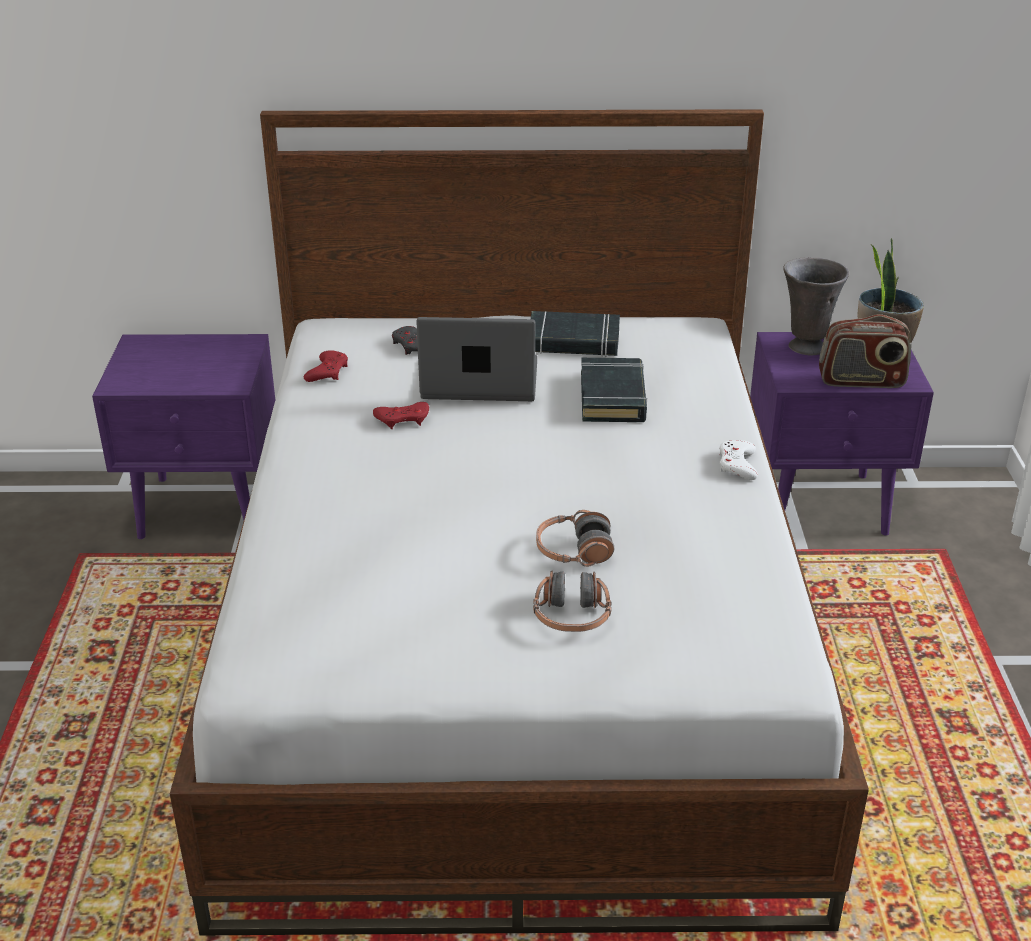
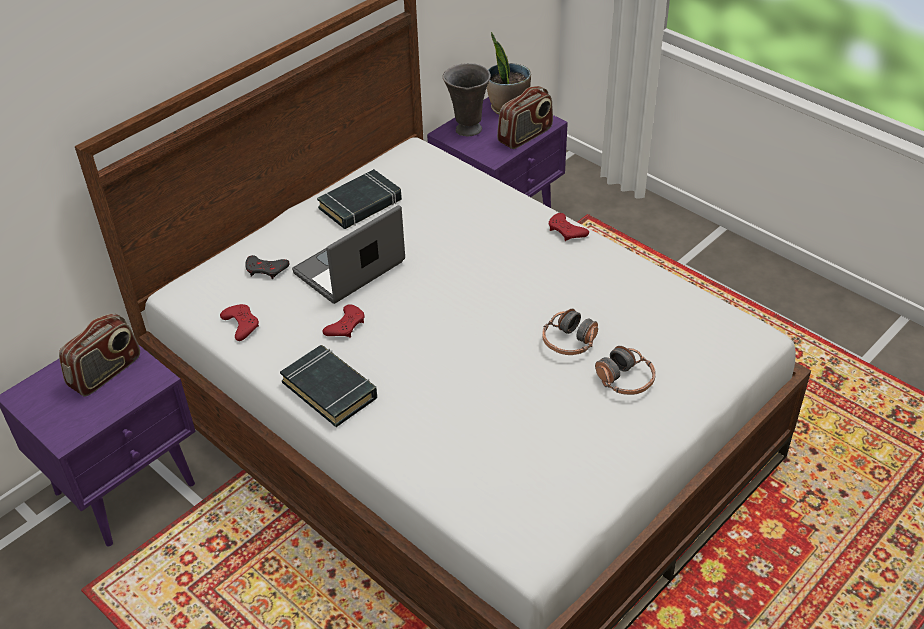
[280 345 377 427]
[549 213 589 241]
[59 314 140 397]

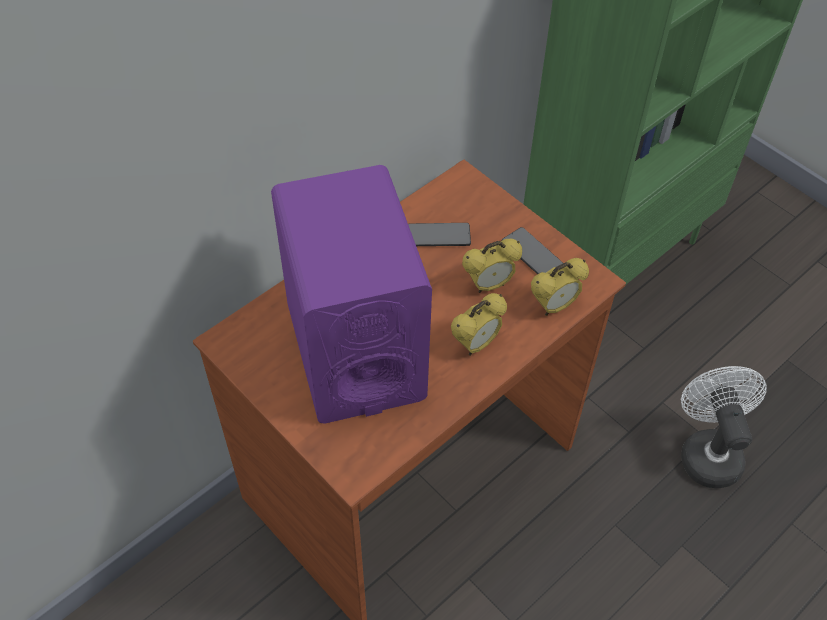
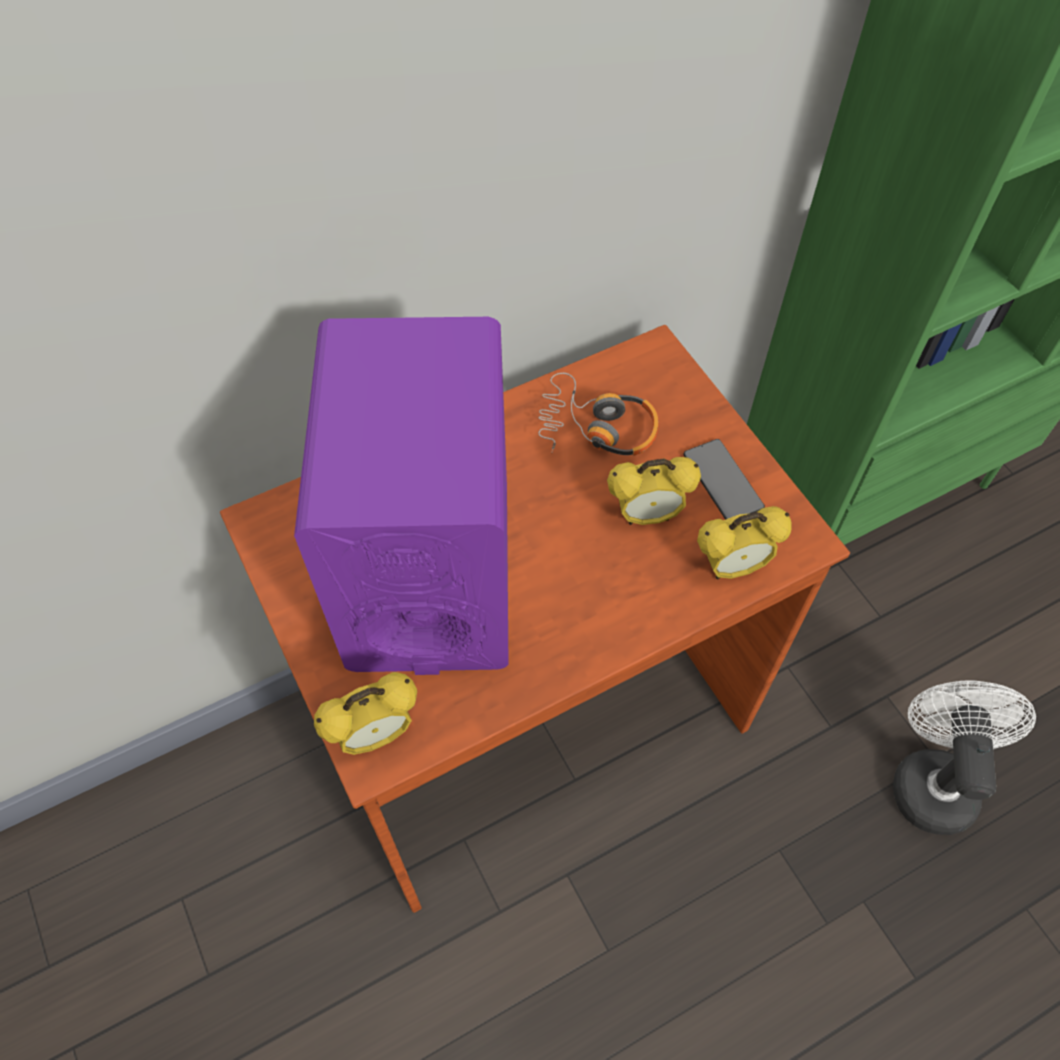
[538 373 659 456]
[314 672 417 755]

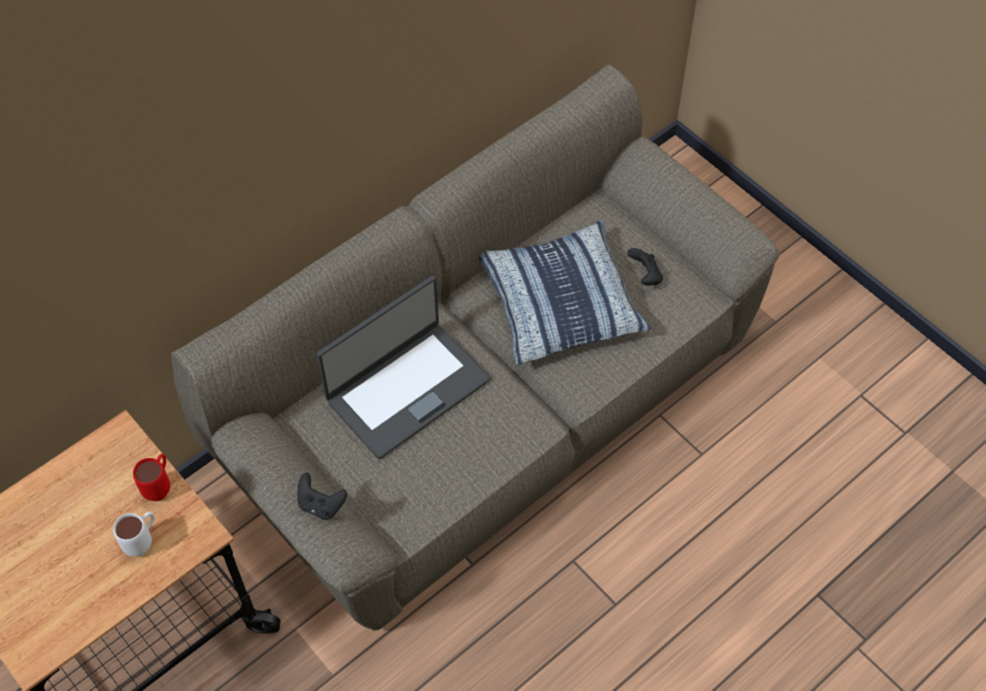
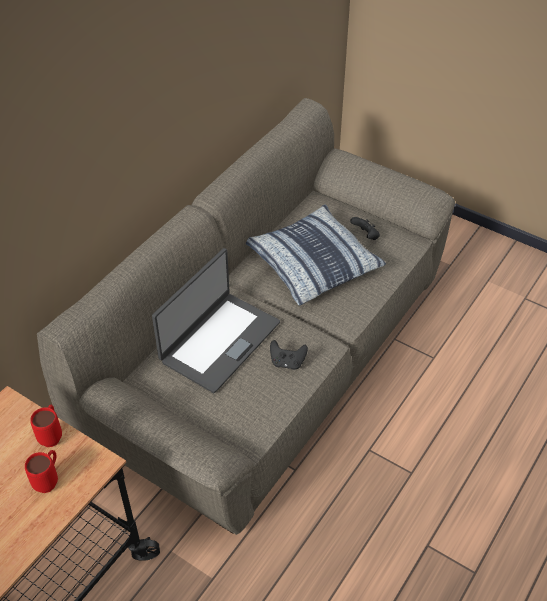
[270 340 308 370]
[25 450 58 493]

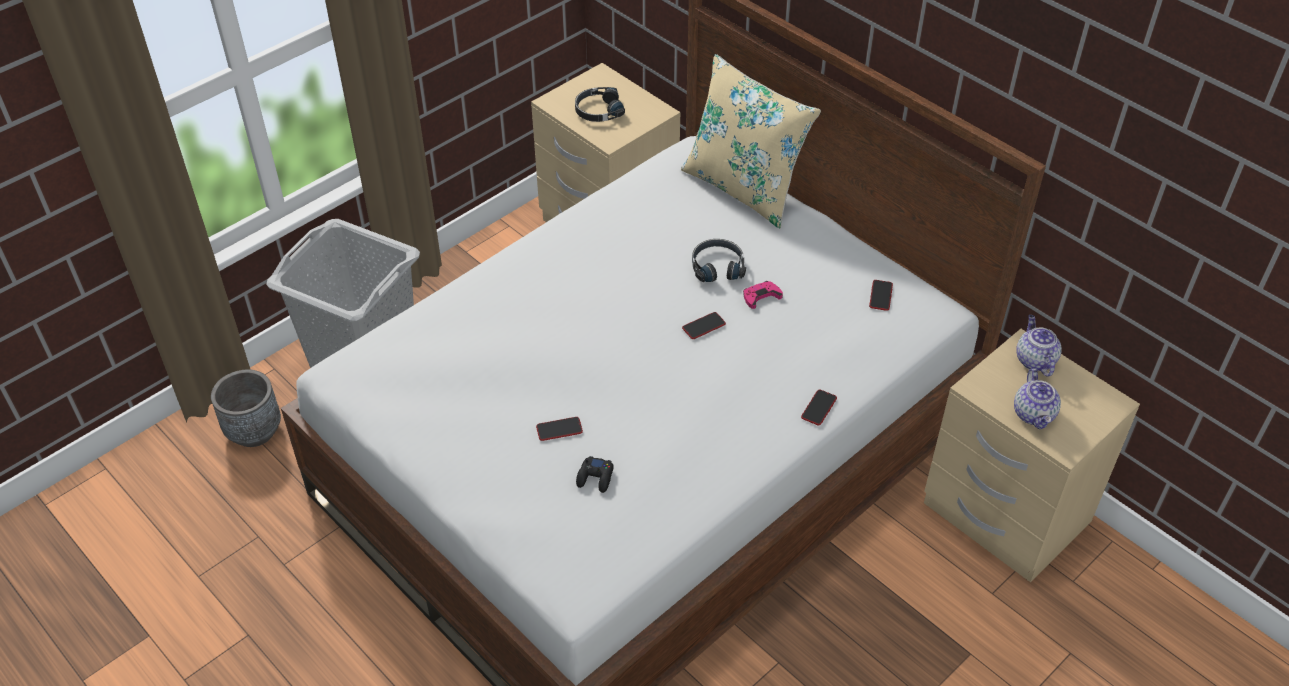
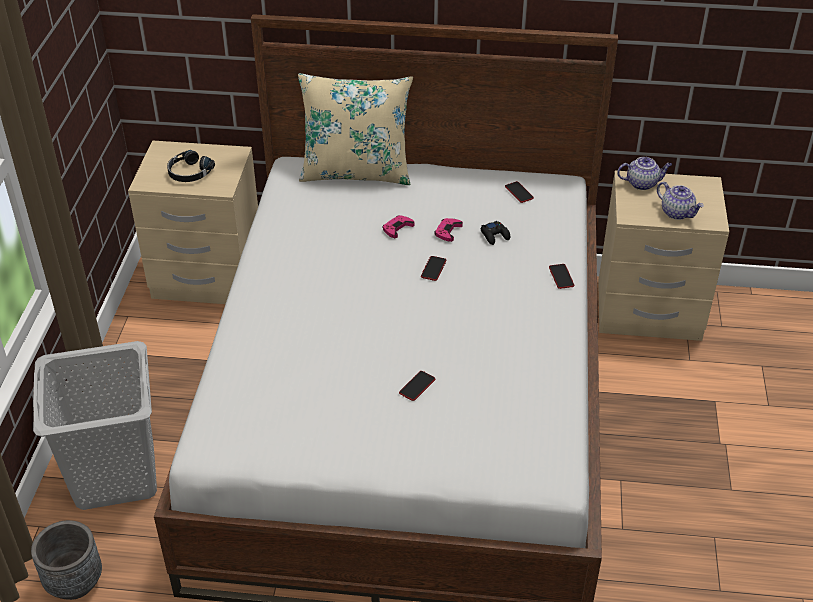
[382 215 415 238]
[617 157 672 190]
[481 221 510 245]

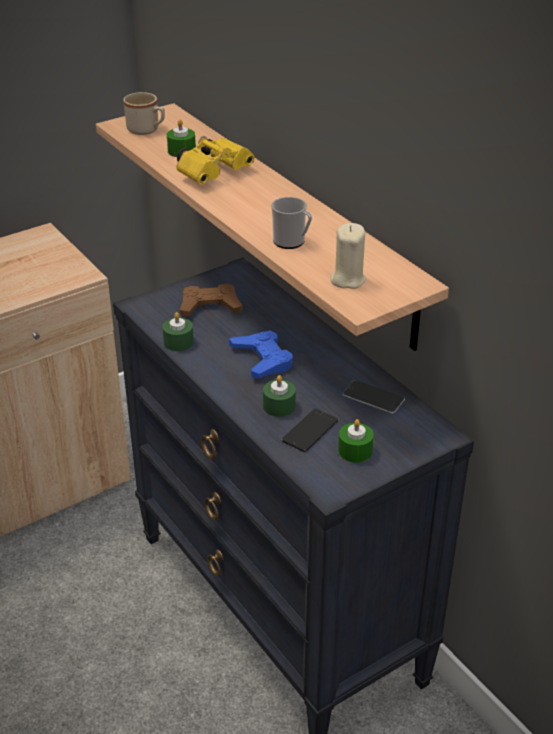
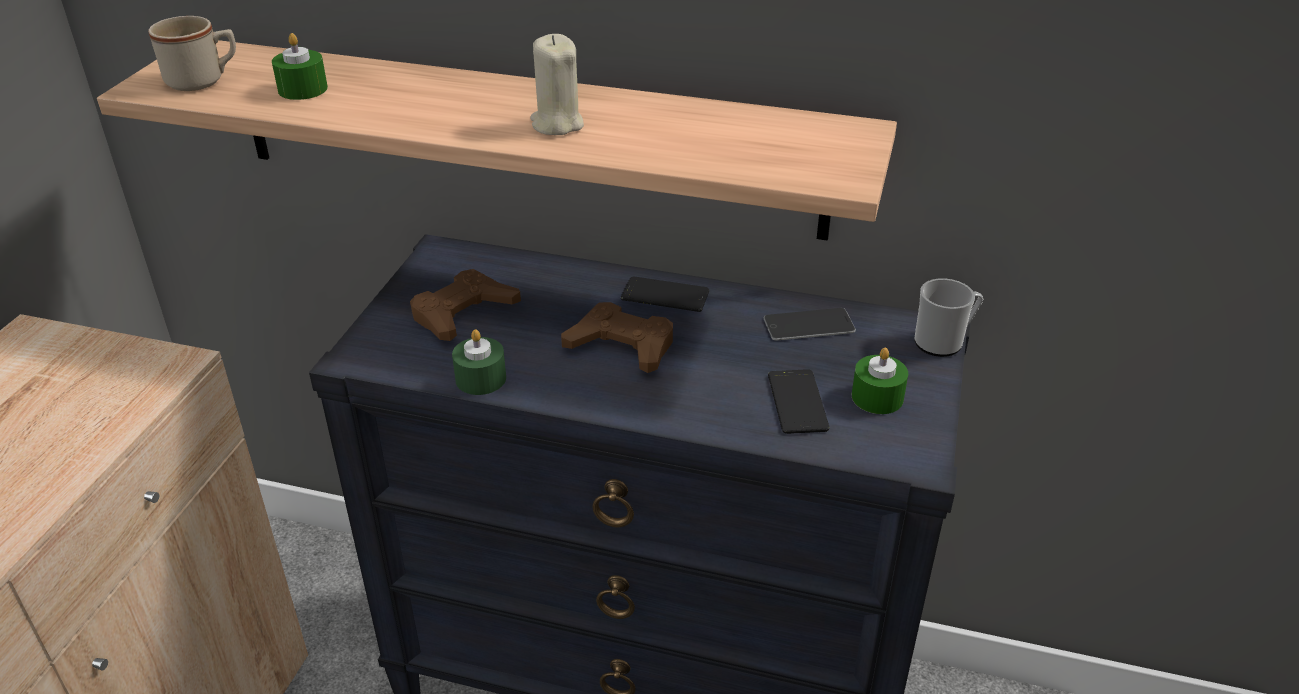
[176 136 254 185] (first image)
[914 278 983 357]
[530 34 584 135]
[561 302 673 373]
[263 375 296 417] (first image)
[621 277 709 312]

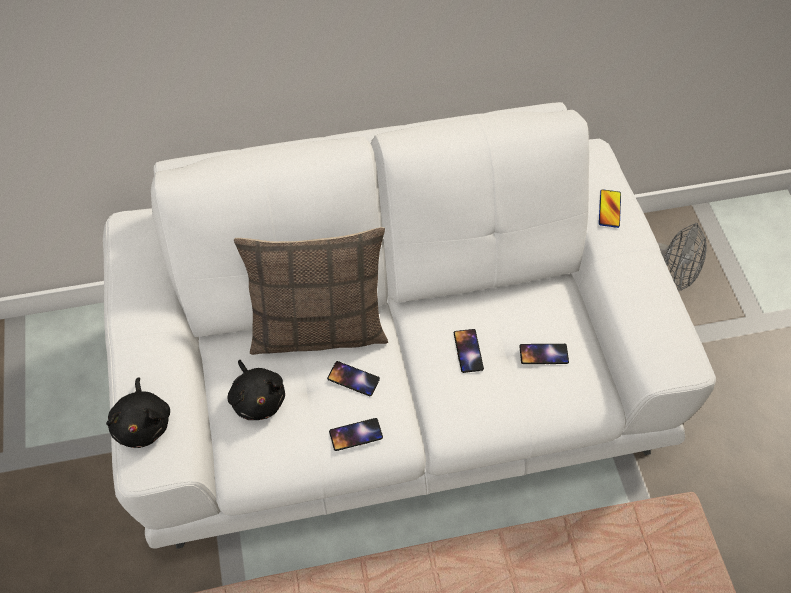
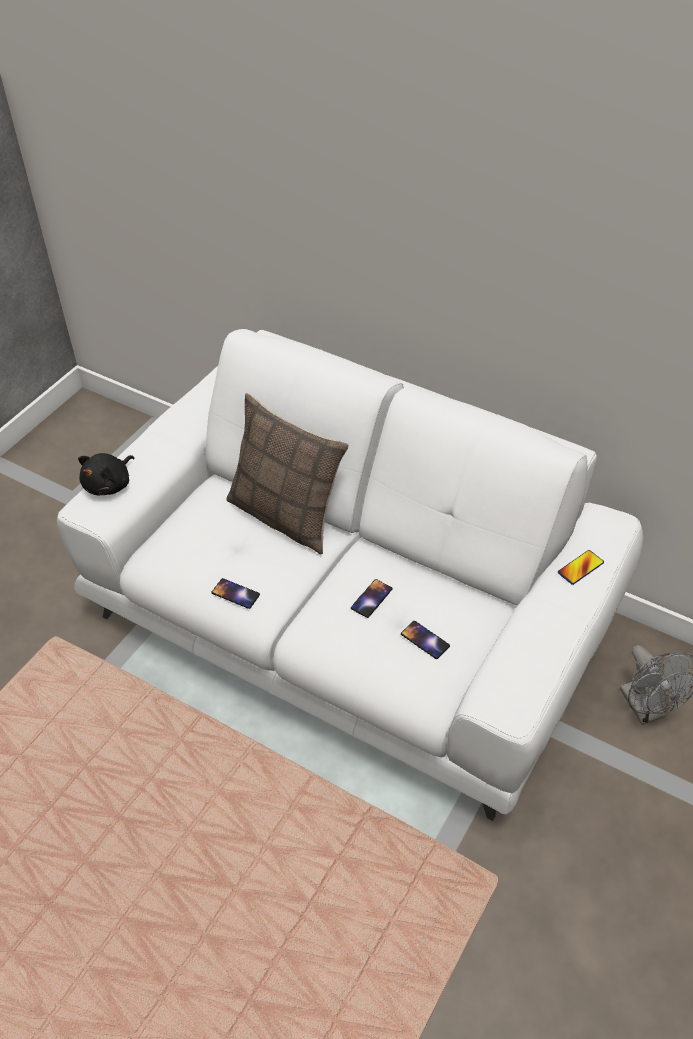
[228 360 285 420] (first image)
[327 361 380 396] (first image)

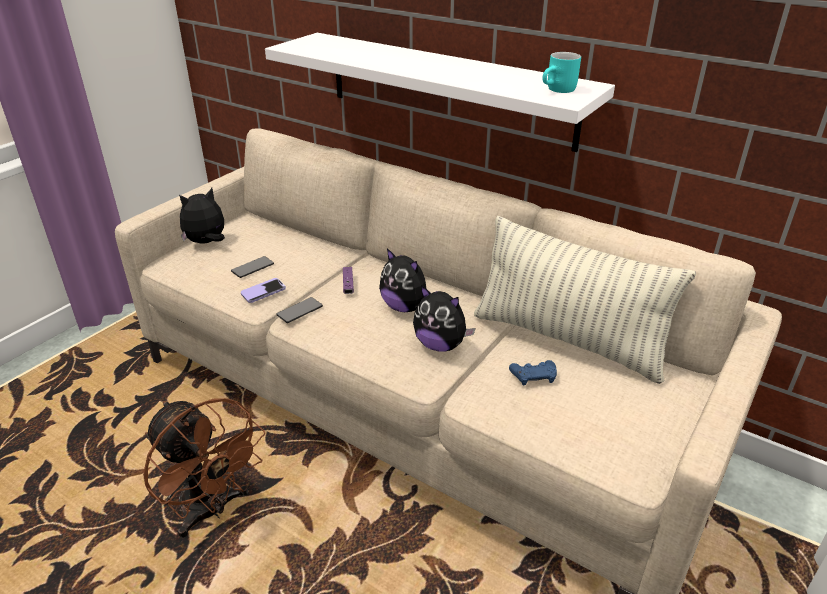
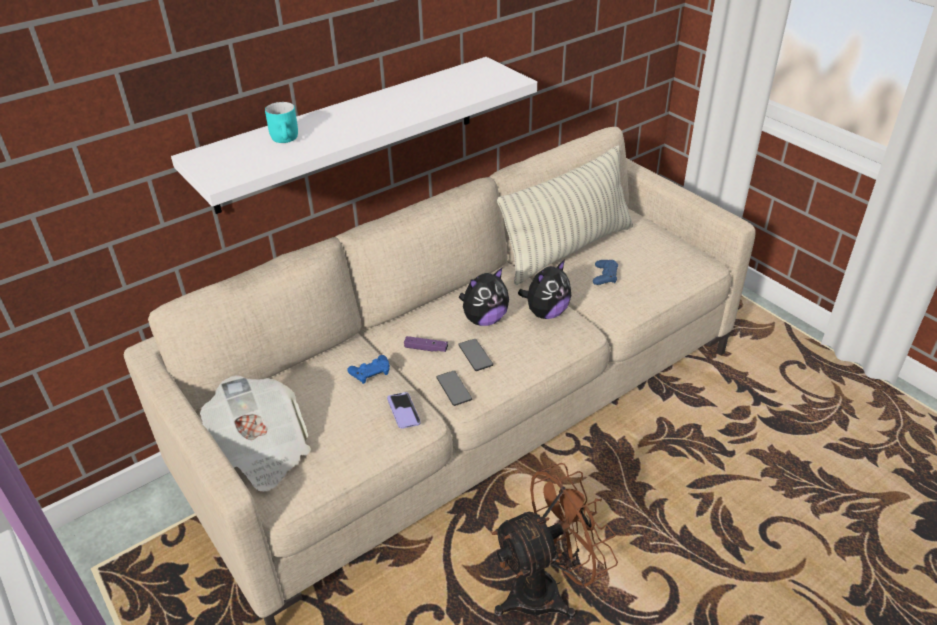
[265 102 298 143]
[200 375 311 492]
[458 339 493 371]
[347 355 390 384]

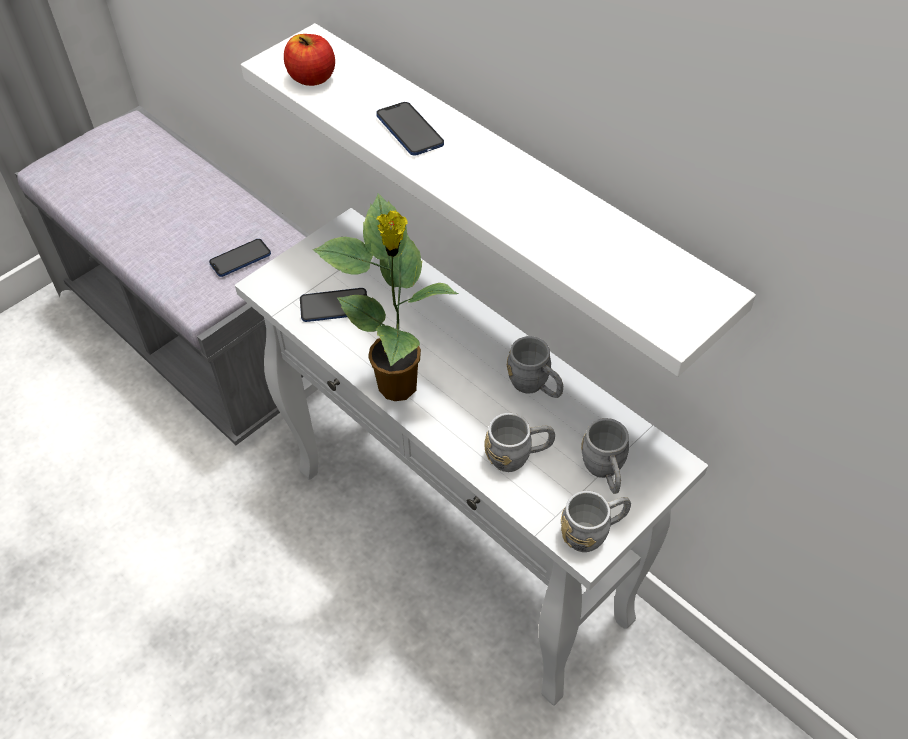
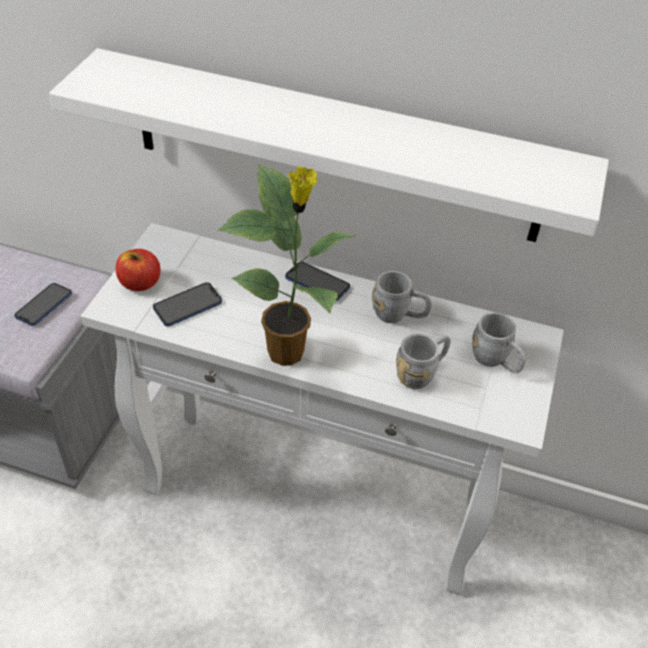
[115 249 160 291]
[285 262 350 301]
[561 491 631 552] (first image)

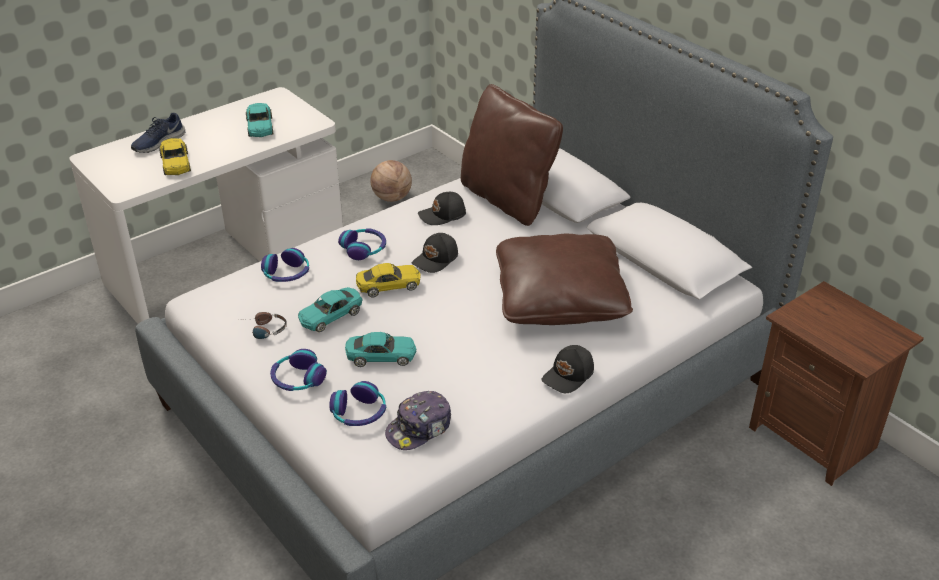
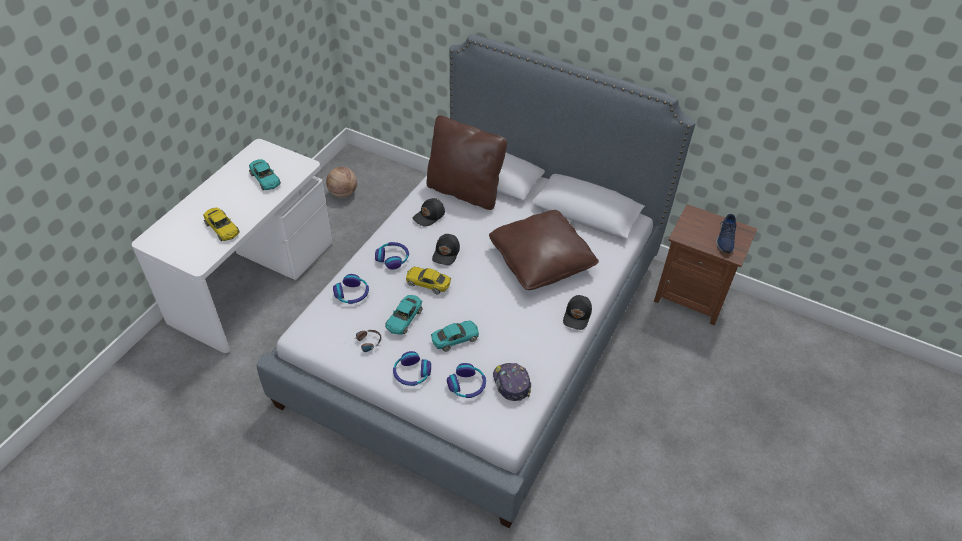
[716 214 736 253]
[406 267 451 294]
[493 363 531 401]

